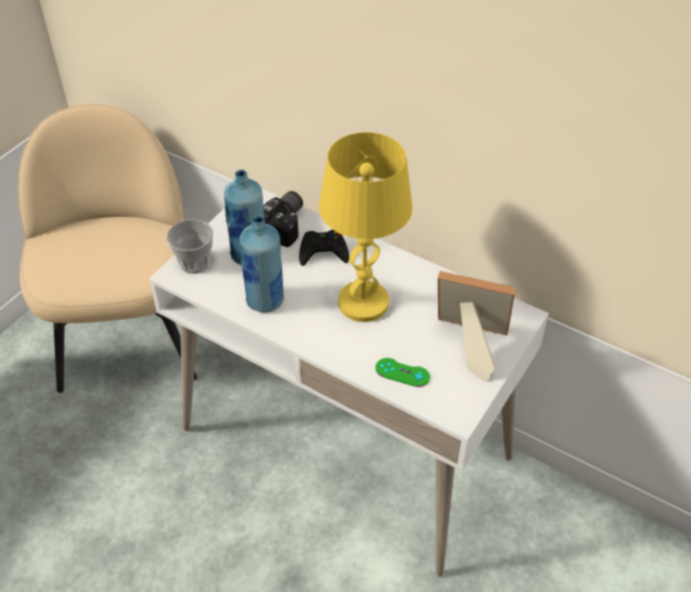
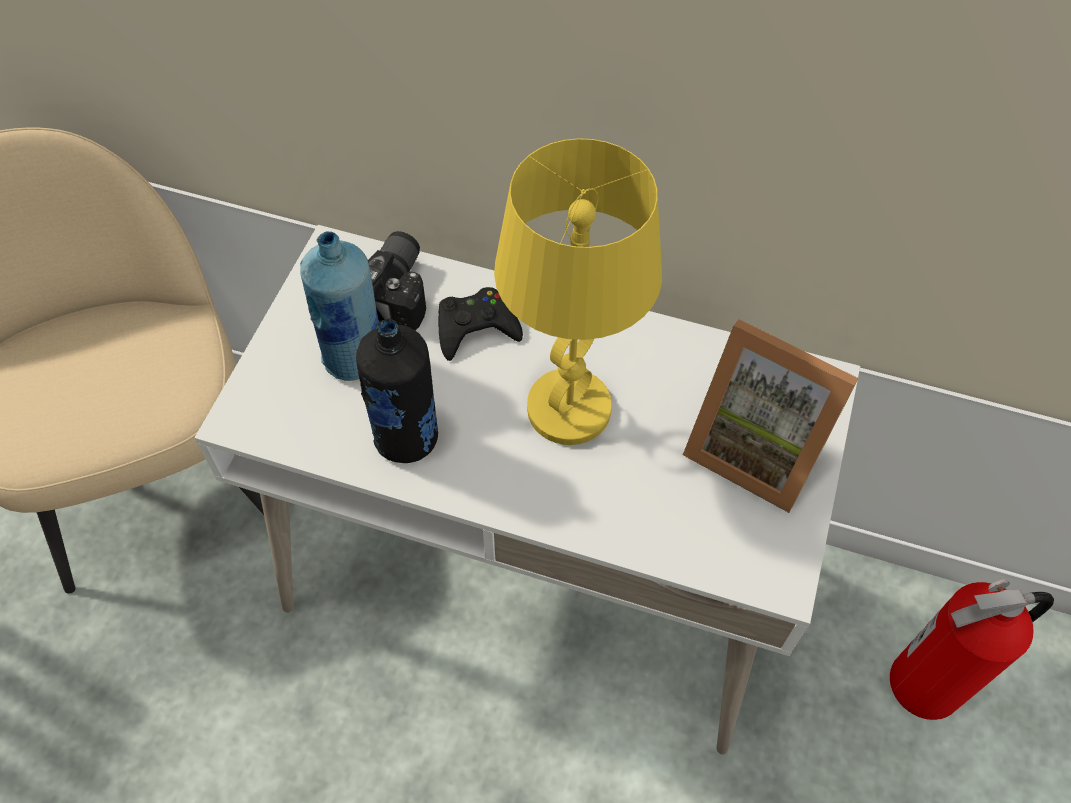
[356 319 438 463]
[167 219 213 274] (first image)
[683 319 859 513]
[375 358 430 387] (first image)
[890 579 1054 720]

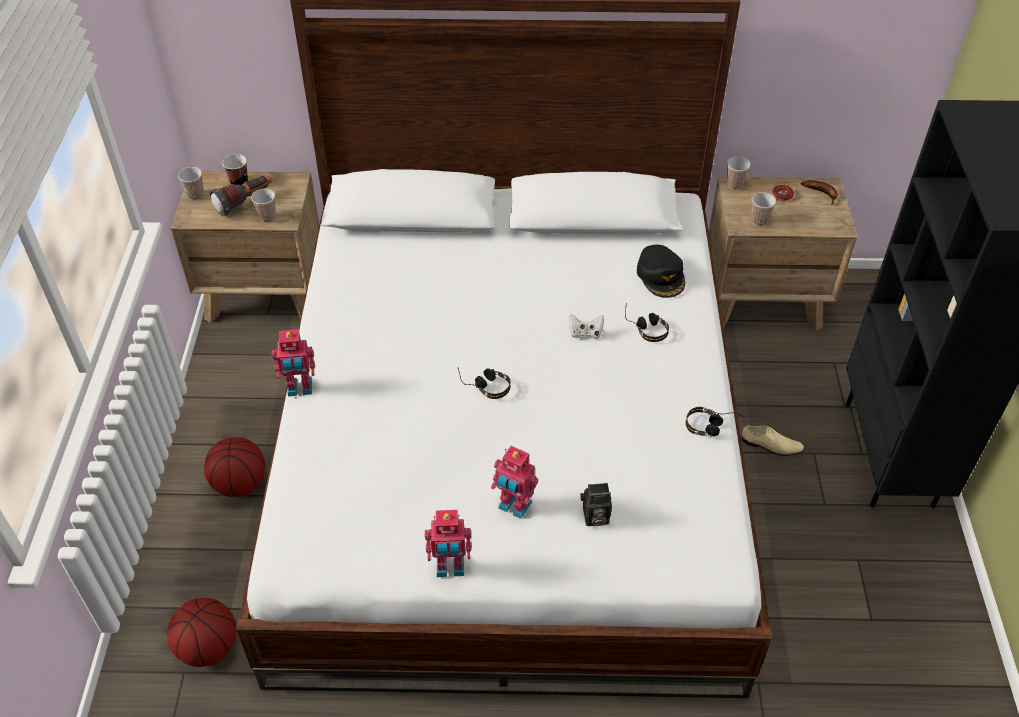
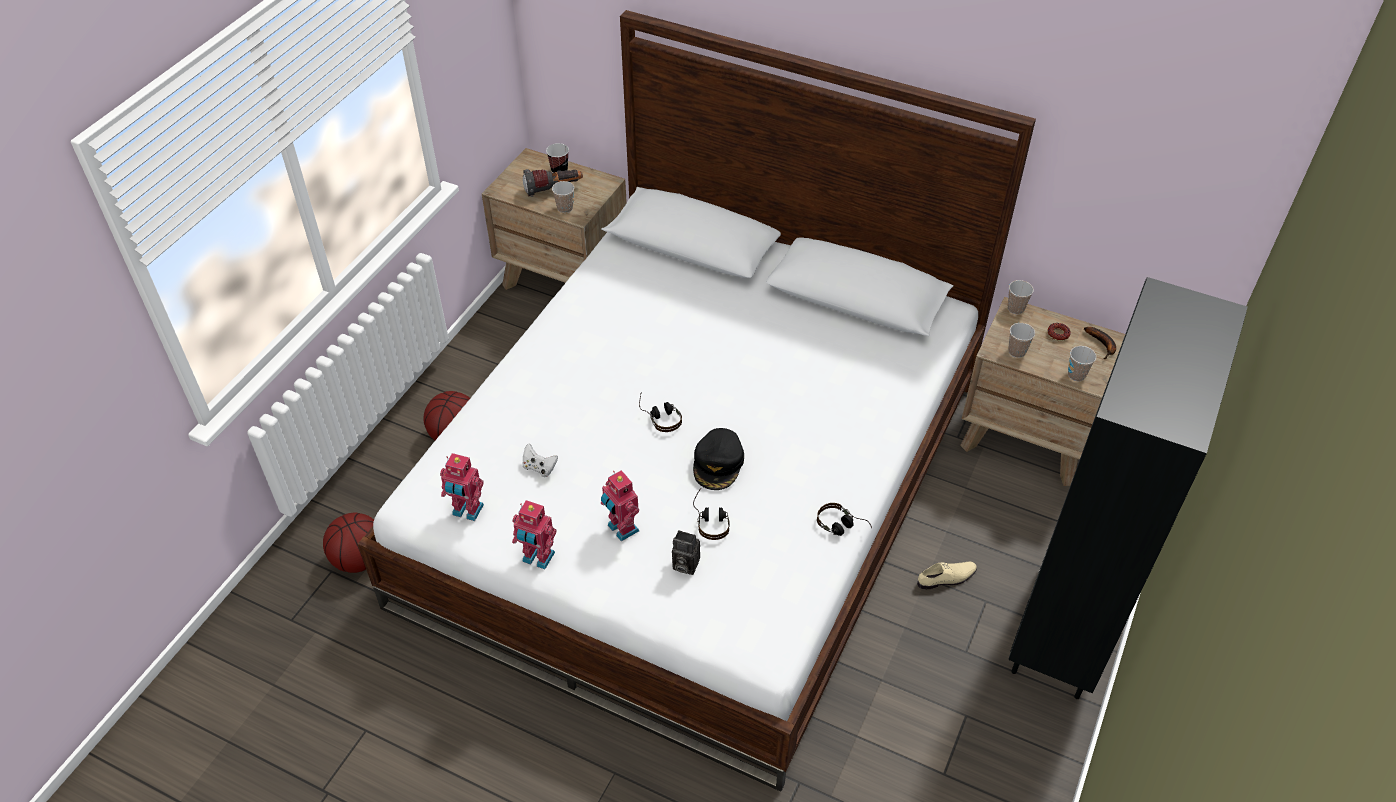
[1068 346 1096 381]
[693 428 744 490]
[693 489 730 540]
[523 444 558 477]
[440 453 484 521]
[917 561 977 590]

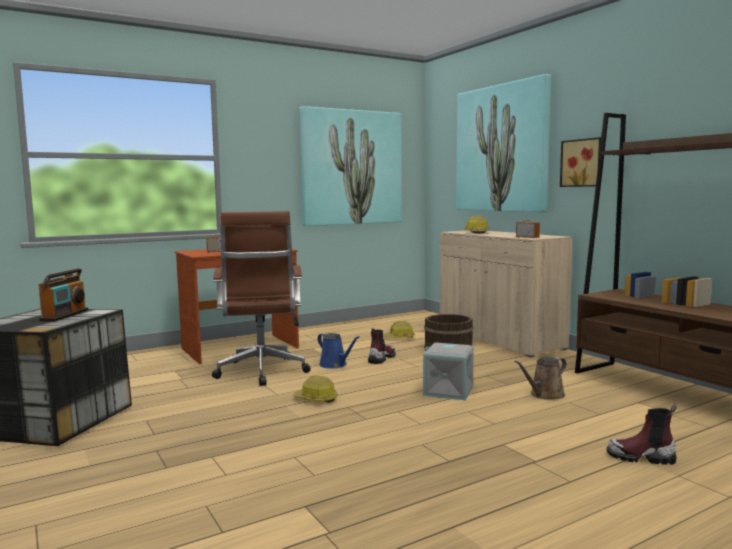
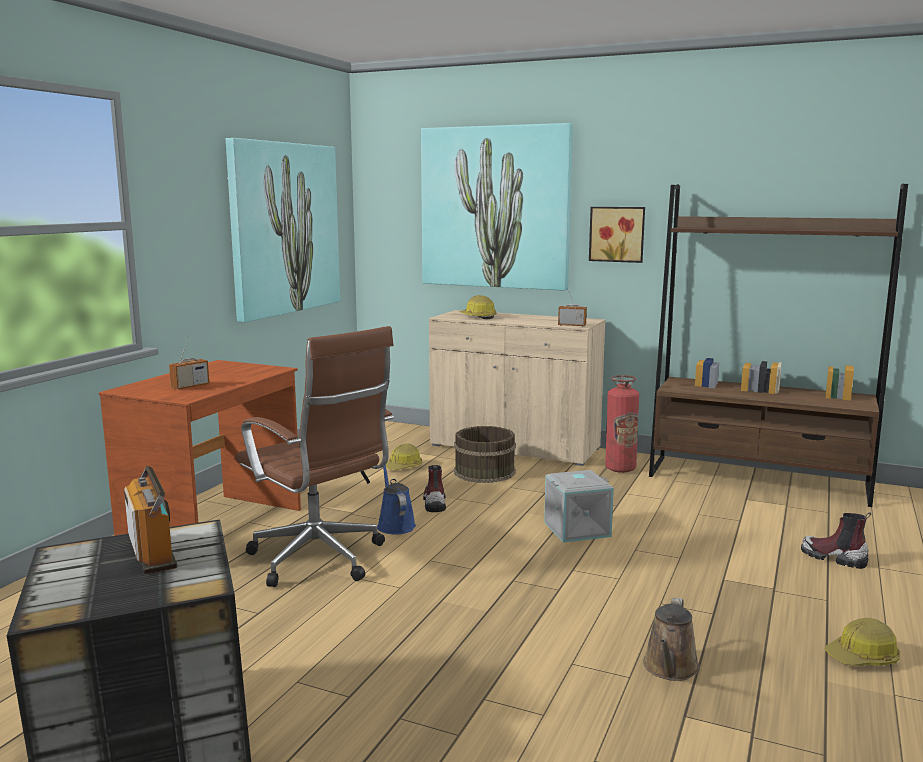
[377 465 416 535]
[643 598 700 681]
[824 618 900 666]
[801 513 871 569]
[605 375 639 473]

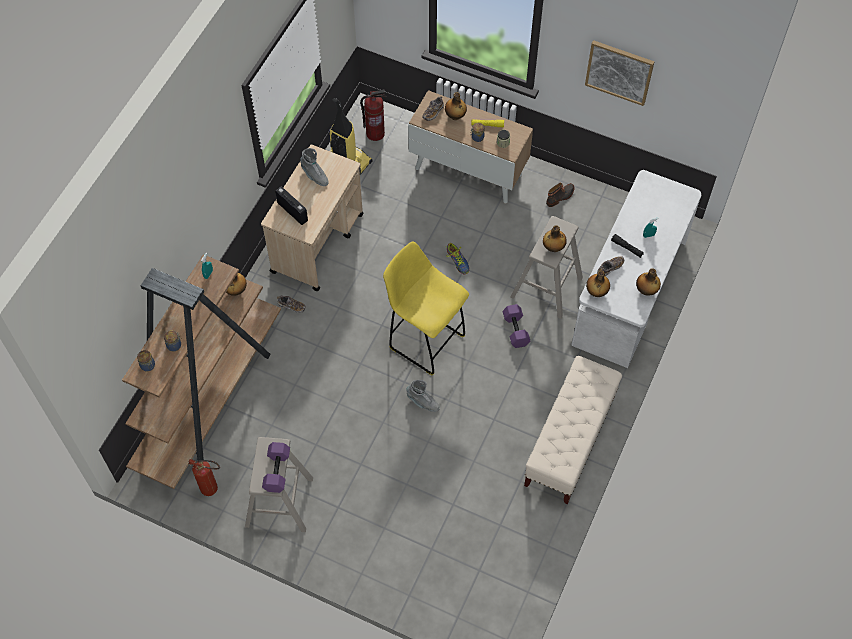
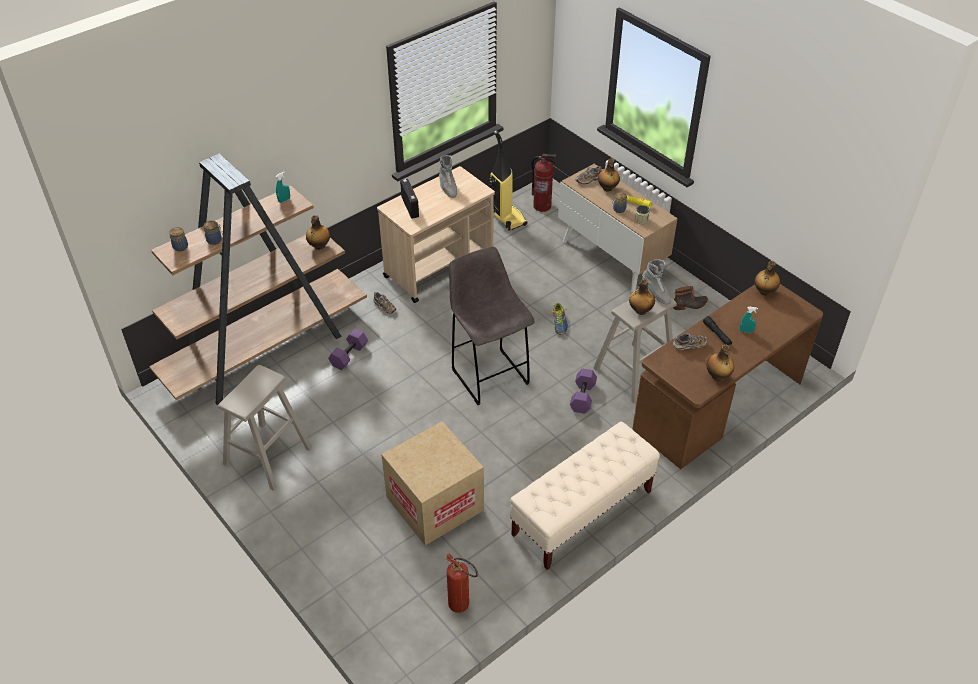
[585 40 654 106] (first image)
[632 284 823 470]
[449 246 535 405]
[755 261 780 295]
[642 259 671 305]
[328 329 368 370]
[445 553 478 613]
[381 421 484 546]

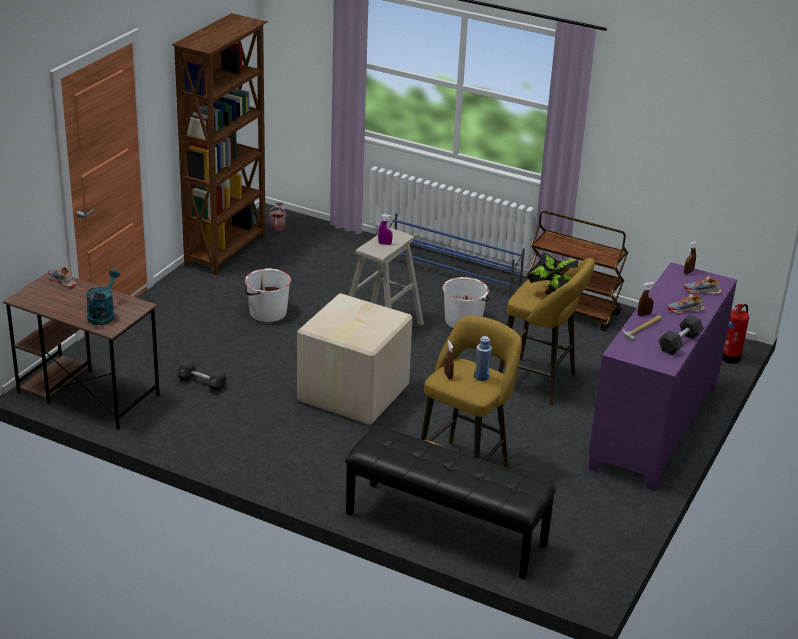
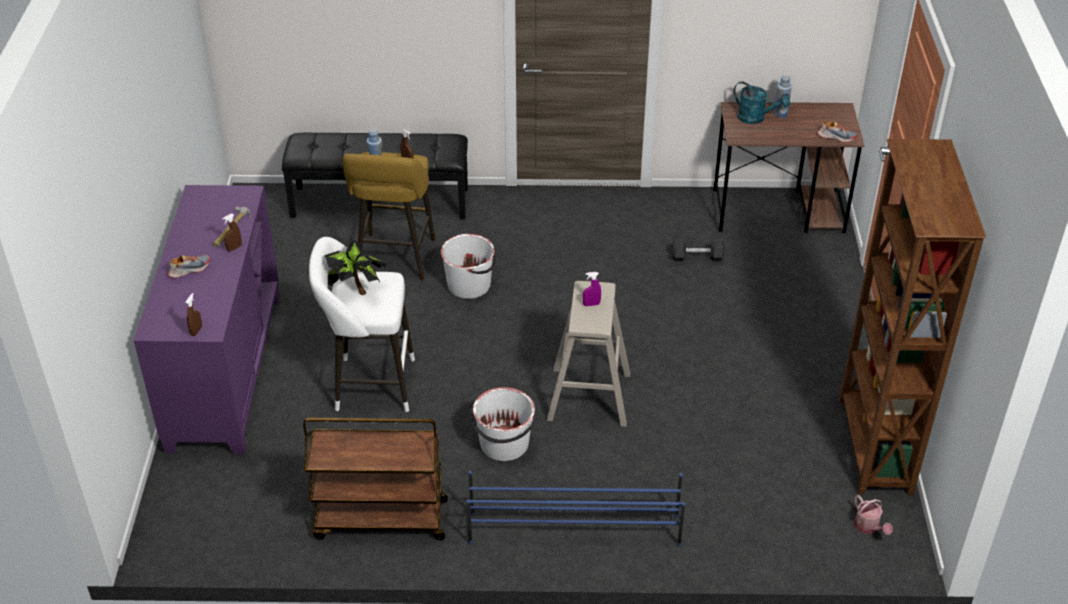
[309 237 415 412]
[441 234 496 299]
[734 81 790 124]
[684 276 722 295] (first image)
[297 293 413 425] (first image)
[722 304 749 364] (first image)
[659 315 704 355] (first image)
[774 75 792 118]

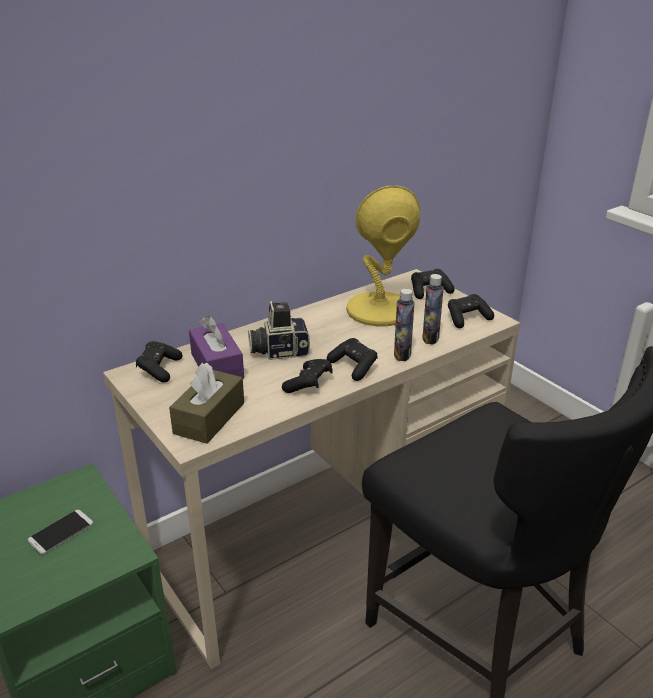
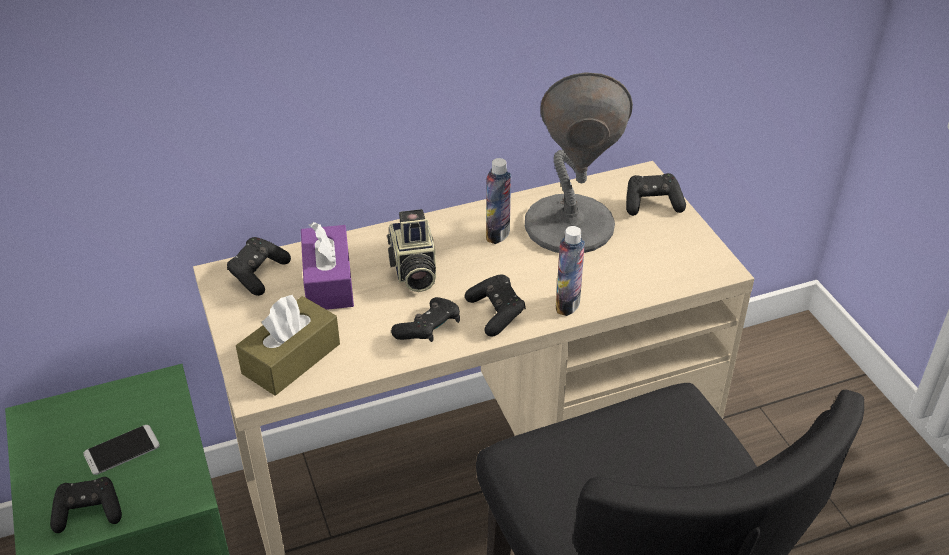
[525 72 633 253]
[486 158 511 244]
[50 477 122 533]
[387 209 436 292]

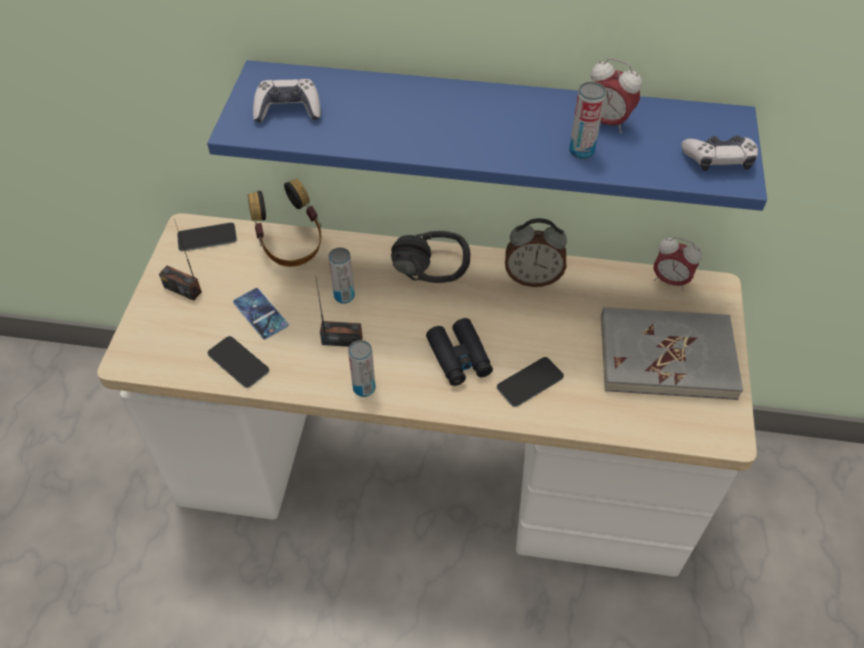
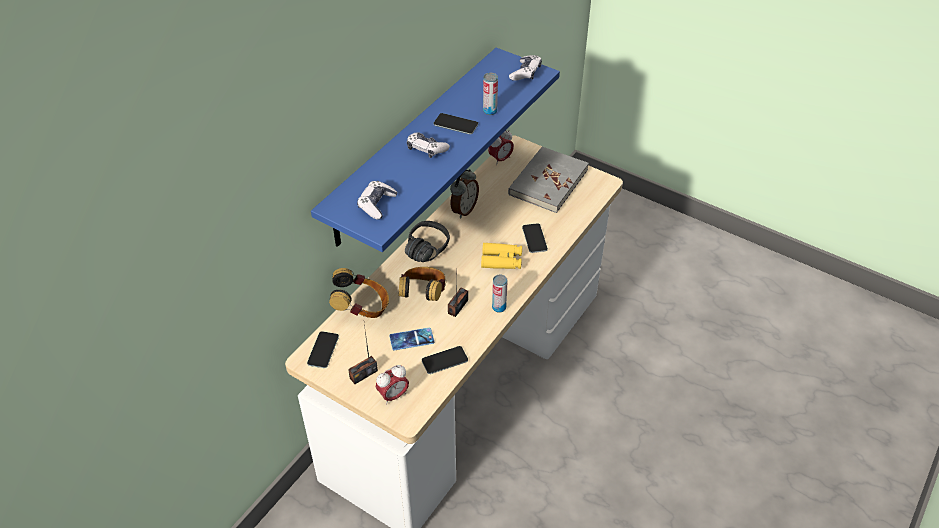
[376 365 409 405]
[399 267 446 301]
[481 243 522 269]
[434 113 478 134]
[407 132 450 158]

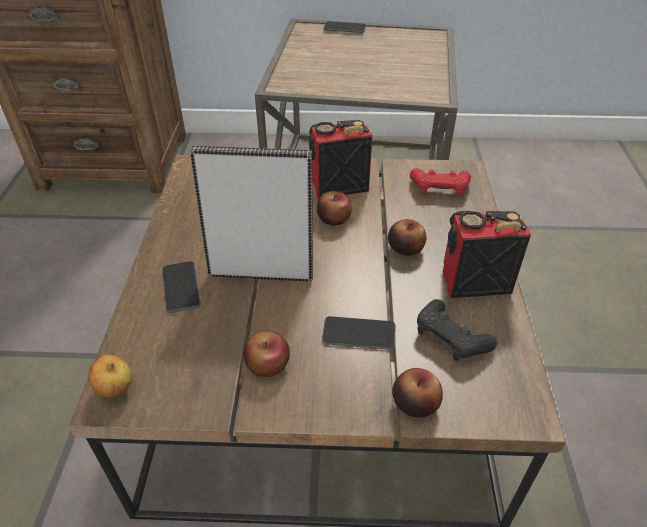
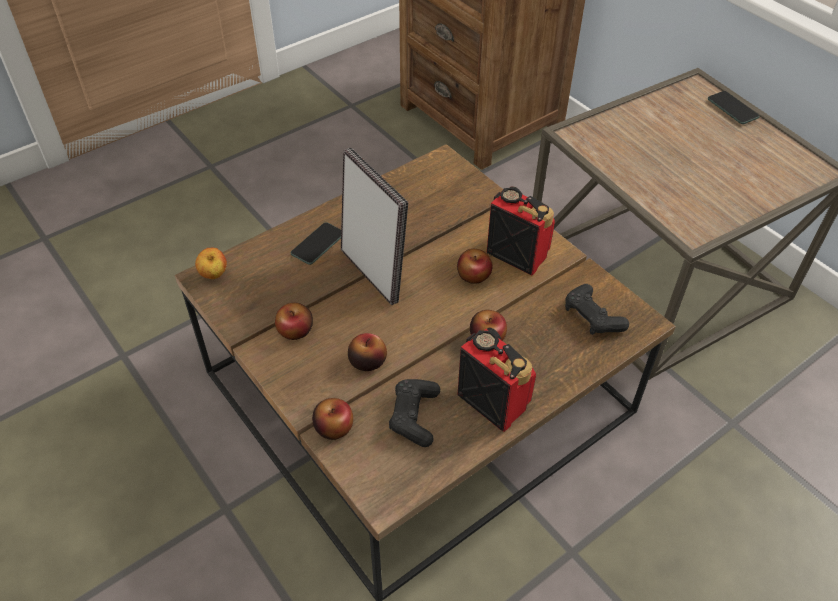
[565 284 629 335]
[348 333 387 371]

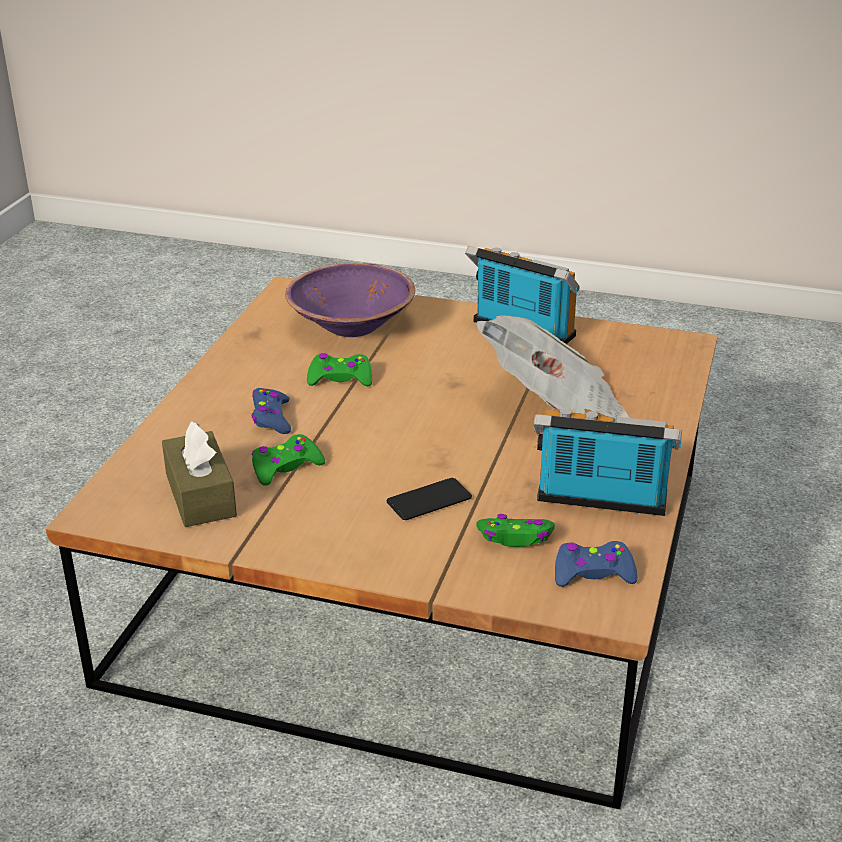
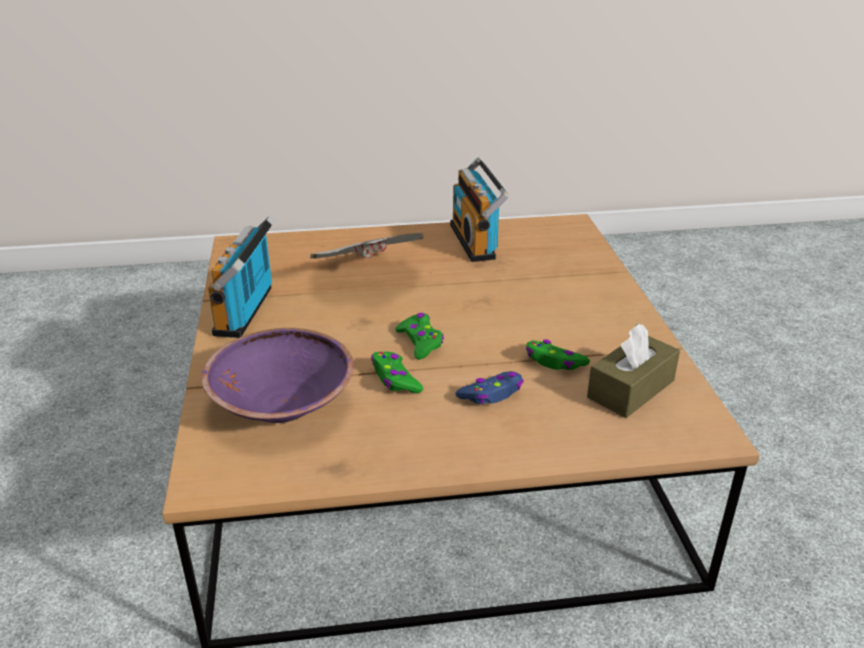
[387 478 472 520] (first image)
[395 313 444 360]
[555 541 638 587] (first image)

